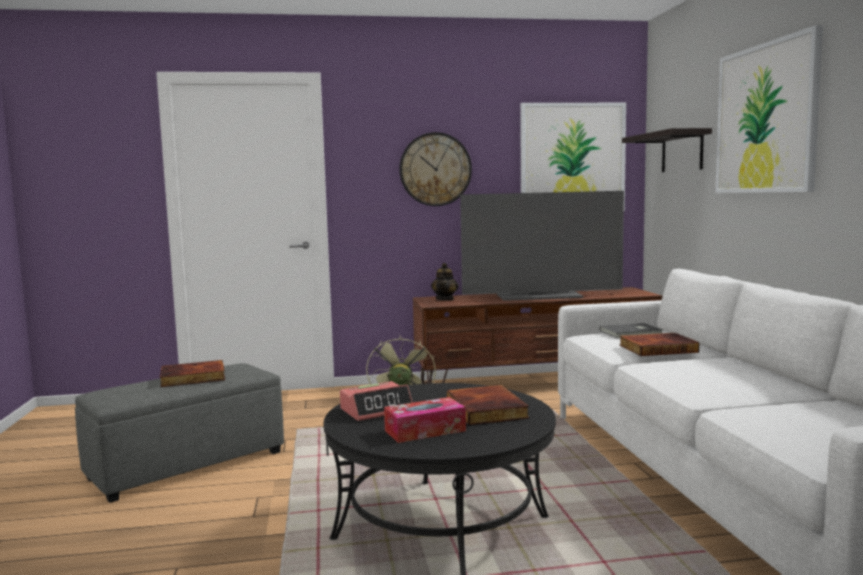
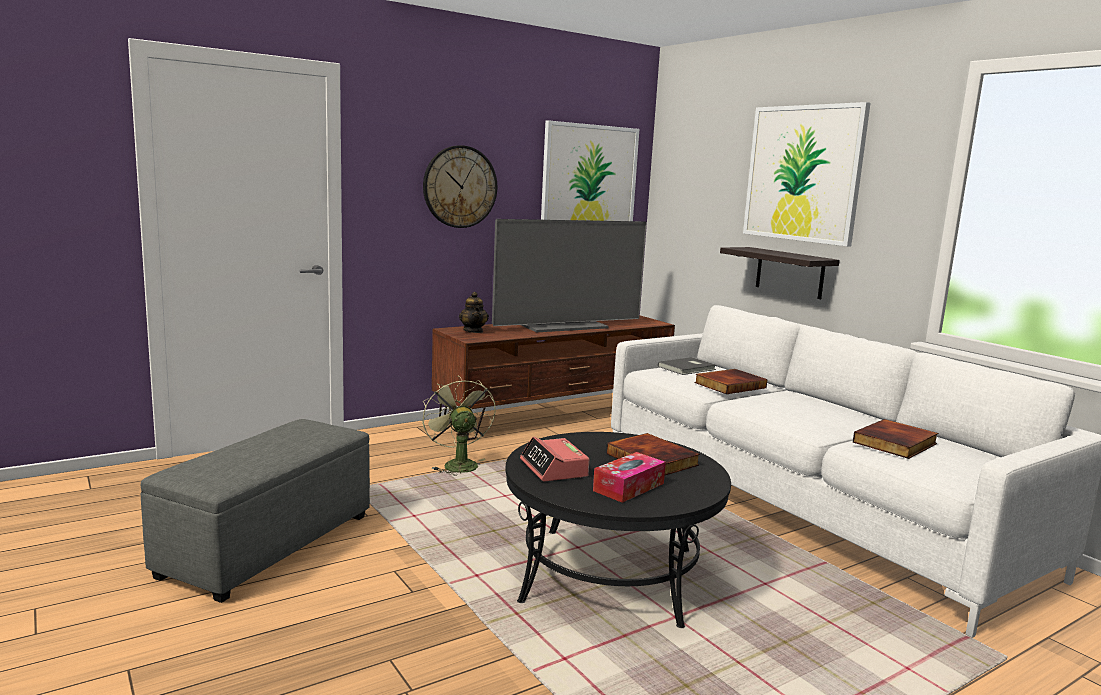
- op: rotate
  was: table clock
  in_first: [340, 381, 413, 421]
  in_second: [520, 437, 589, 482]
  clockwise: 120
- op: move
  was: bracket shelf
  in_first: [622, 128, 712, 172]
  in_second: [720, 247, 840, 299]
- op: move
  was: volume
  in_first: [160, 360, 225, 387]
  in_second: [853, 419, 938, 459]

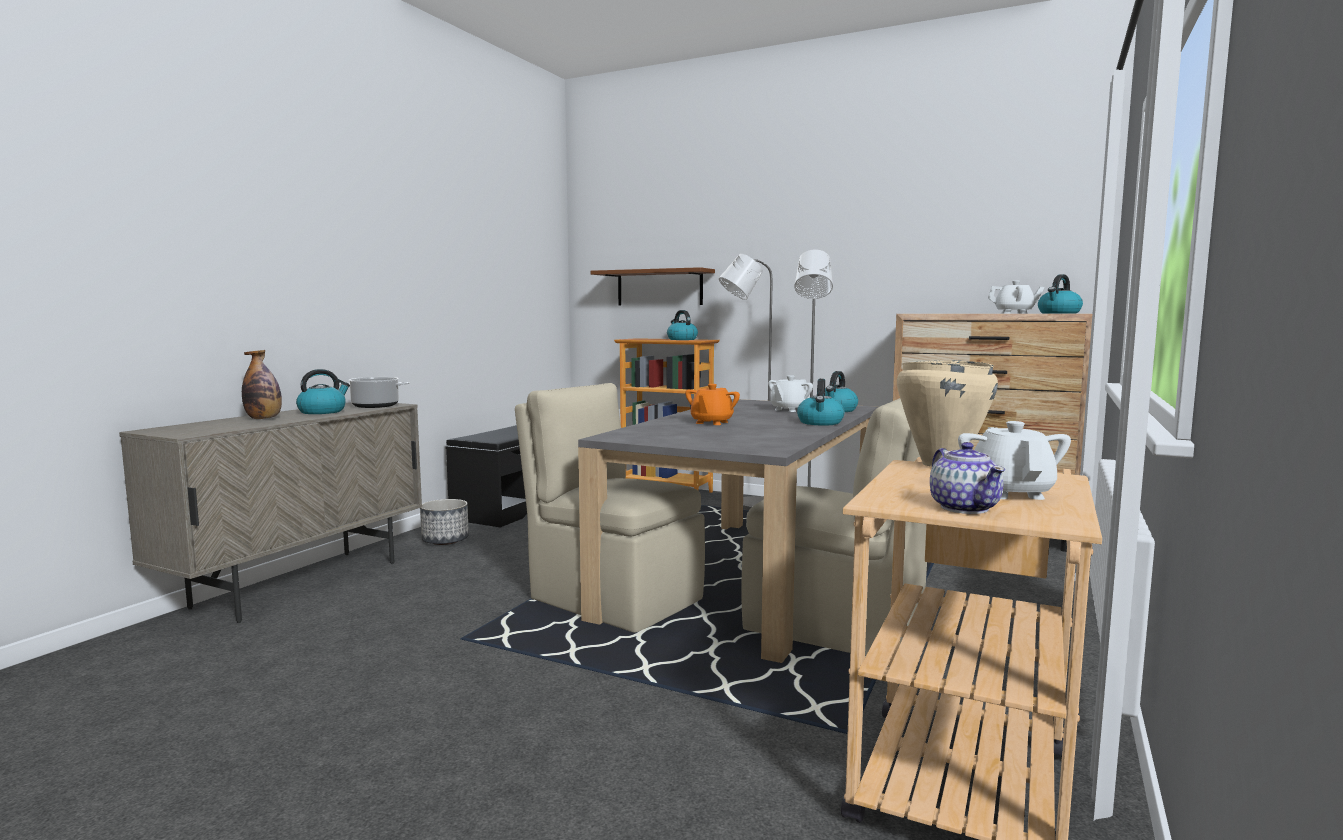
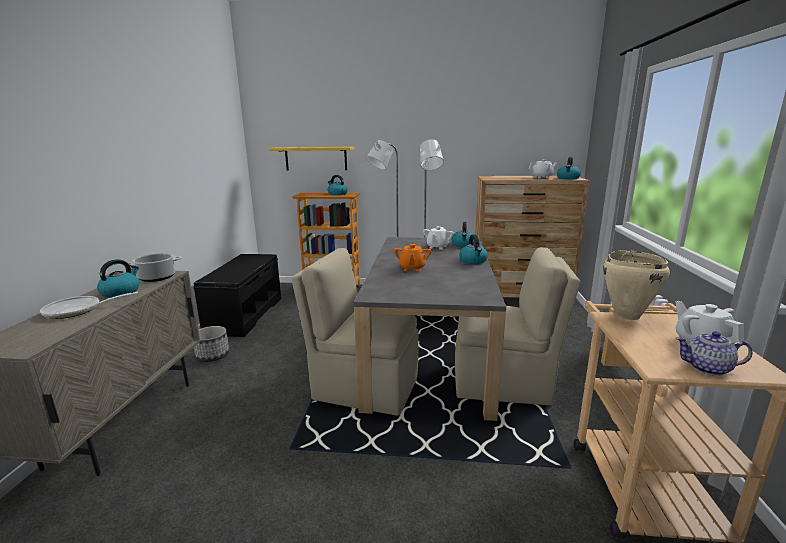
- op: replace
  was: bottle
  now: pan
  in_first: [242, 350, 282, 419]
  in_second: [40, 292, 138, 319]
- op: recolor
  was: brown-coloured bracket shelf
  now: yellow-coloured bracket shelf
  in_first: [591, 267, 715, 305]
  in_second: [268, 147, 355, 170]
- op: rotate
  was: tea pot
  in_first: [930, 442, 1005, 514]
  in_second: [676, 331, 753, 376]
  clockwise: 135

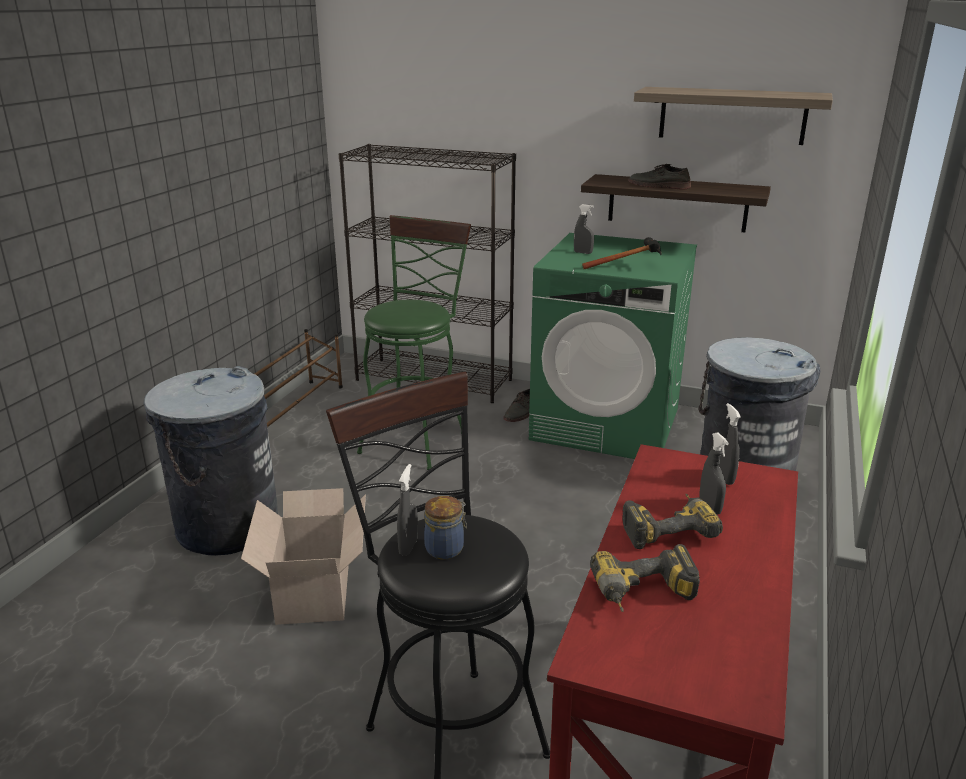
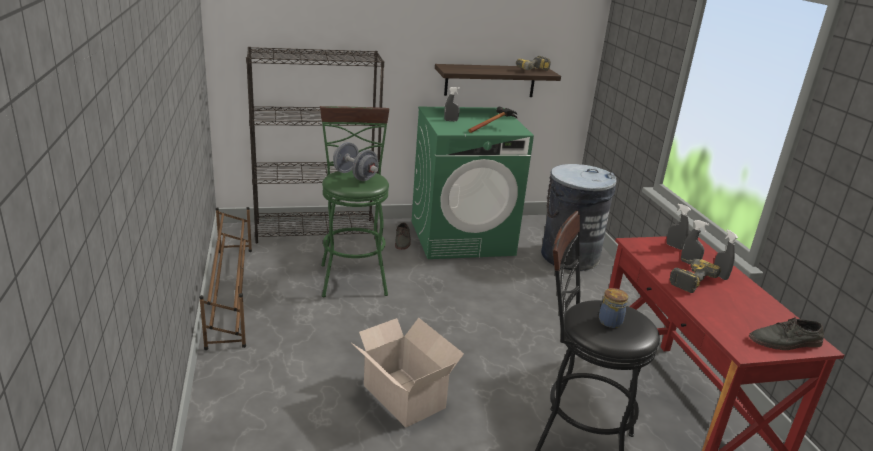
- op: insert
  now: grey hand weight
  in_second: [333, 142, 379, 181]
- op: move
  was: electric drill
  in_first: [590, 544, 700, 612]
  in_second: [516, 56, 551, 71]
- op: move
  was: grey hand sprayer
  in_first: [397, 464, 418, 556]
  in_second: [714, 229, 738, 280]
- op: move
  was: grey shoe
  in_first: [628, 164, 691, 190]
  in_second: [749, 316, 824, 350]
- op: delete
  was: grey rubbish bin
  in_first: [143, 366, 279, 556]
- op: delete
  was: bracket shelf
  in_first: [634, 87, 833, 145]

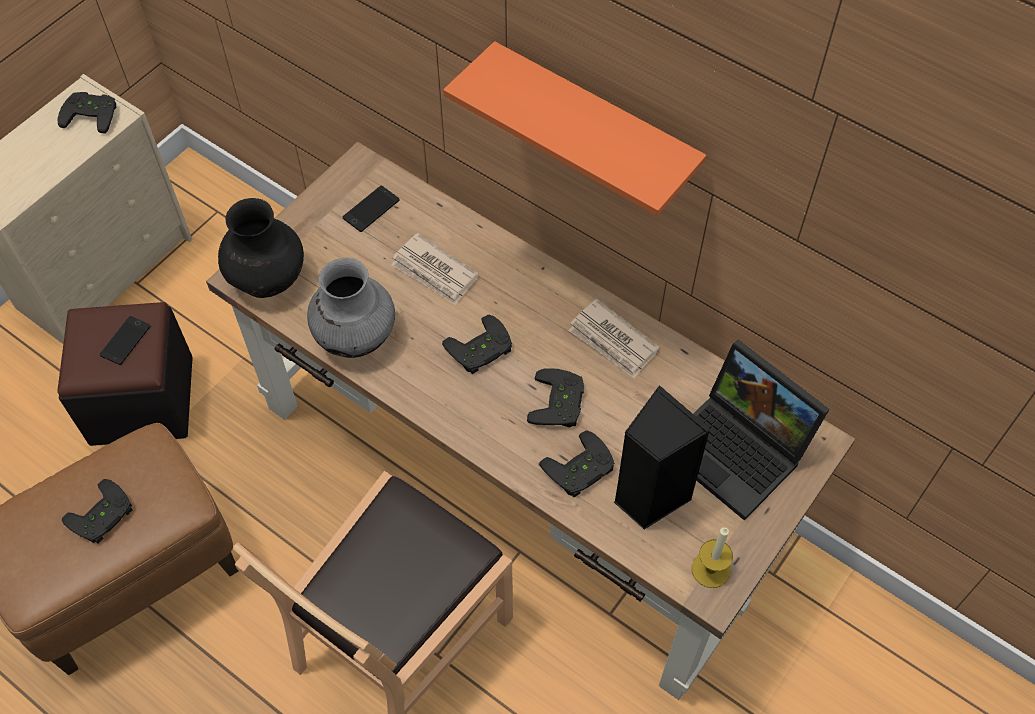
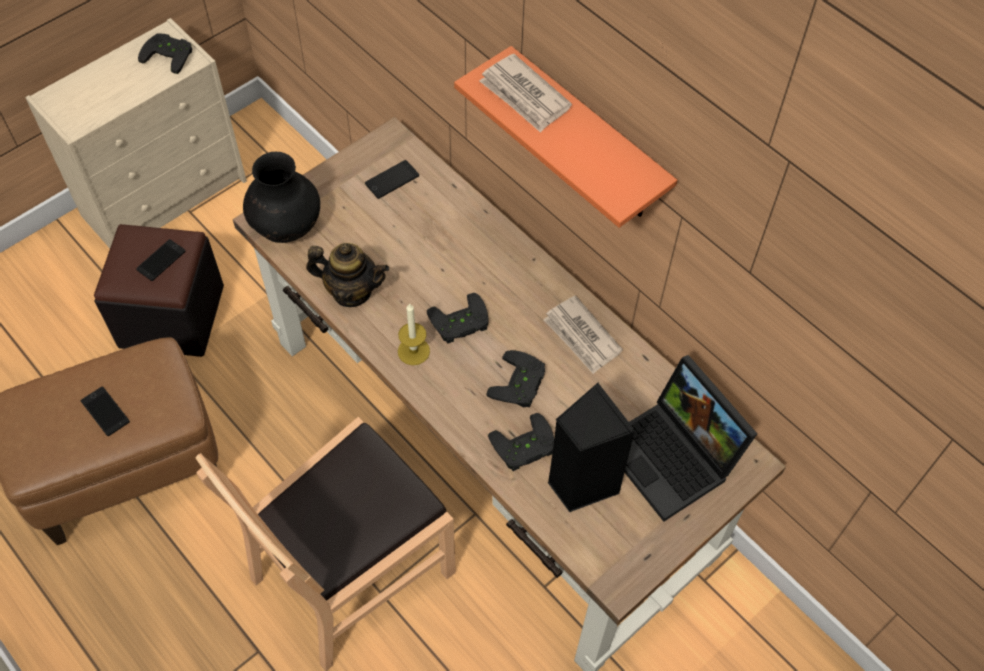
- op: replace
  was: blackish gamepad
  now: phone
  in_first: [62, 479, 133, 543]
  in_second: [81, 386, 130, 436]
- op: replace
  was: grey vase
  now: tea pot
  in_first: [307, 257, 395, 358]
  in_second: [306, 243, 389, 307]
- op: move
  was: wax candle
  in_first: [692, 527, 733, 588]
  in_second: [398, 303, 430, 365]
- op: move
  was: printed paper
  in_first: [391, 233, 479, 305]
  in_second: [479, 54, 572, 133]

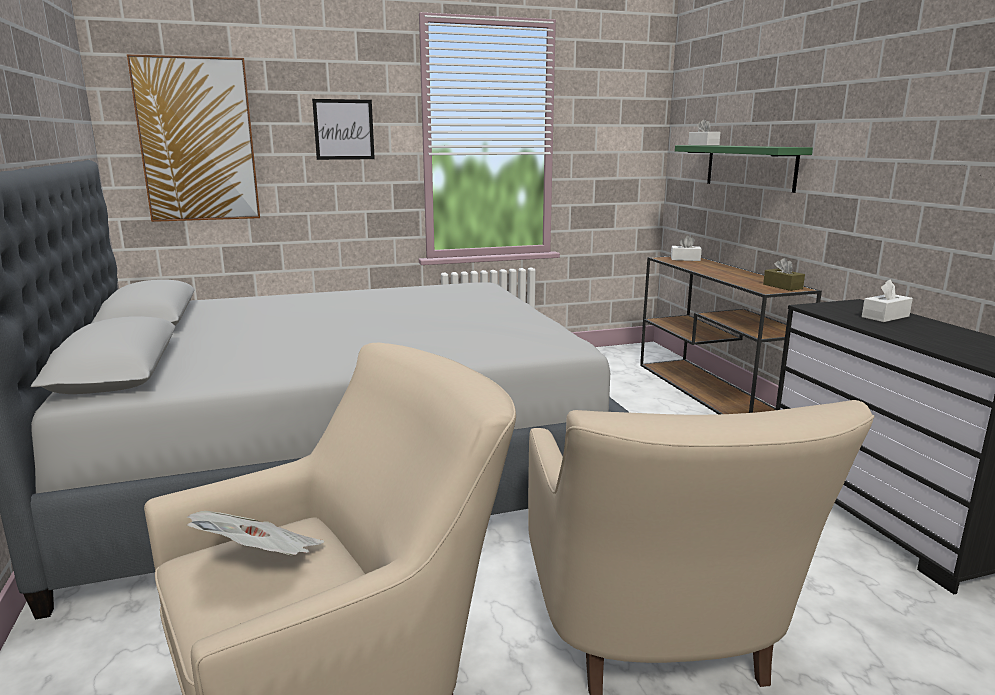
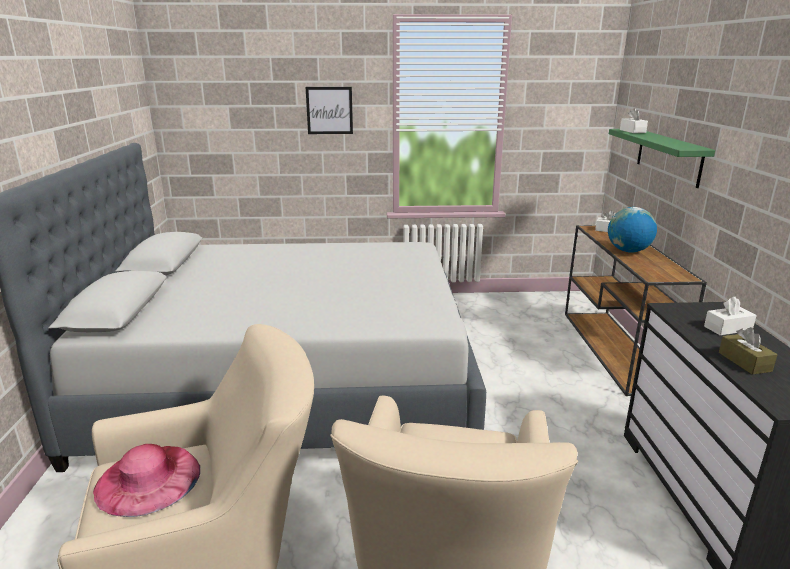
- op: replace
  was: printed paper
  now: pink-coloured wearable hat
  in_first: [187, 511, 325, 556]
  in_second: [93, 444, 200, 517]
- op: insert
  now: desk globe
  in_second: [608, 207, 657, 253]
- op: move
  was: brown-coloured tissue holder
  in_first: [763, 258, 805, 291]
  in_second: [719, 327, 778, 375]
- op: delete
  was: wall art
  in_first: [127, 54, 260, 222]

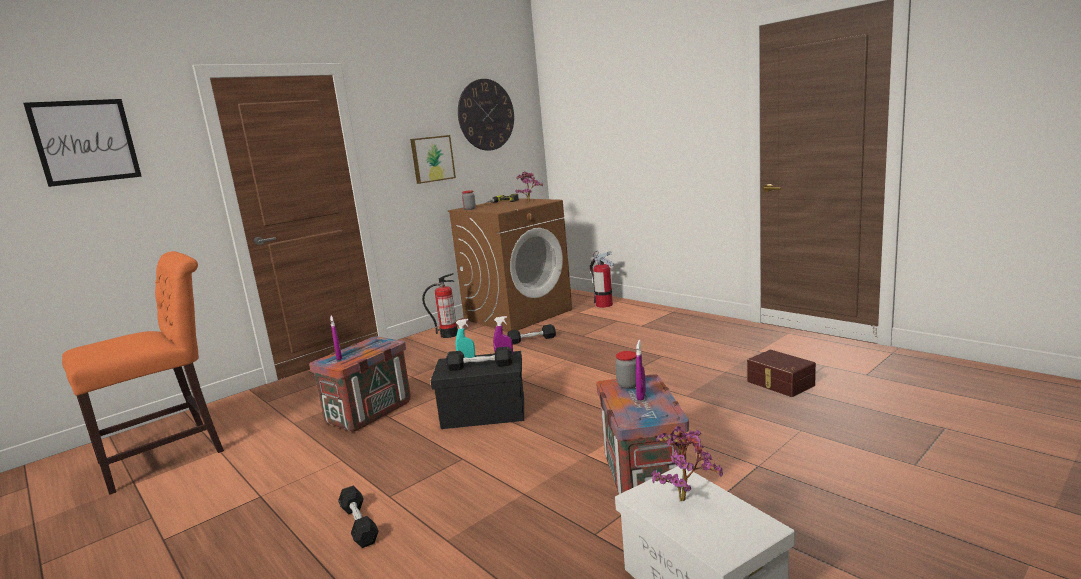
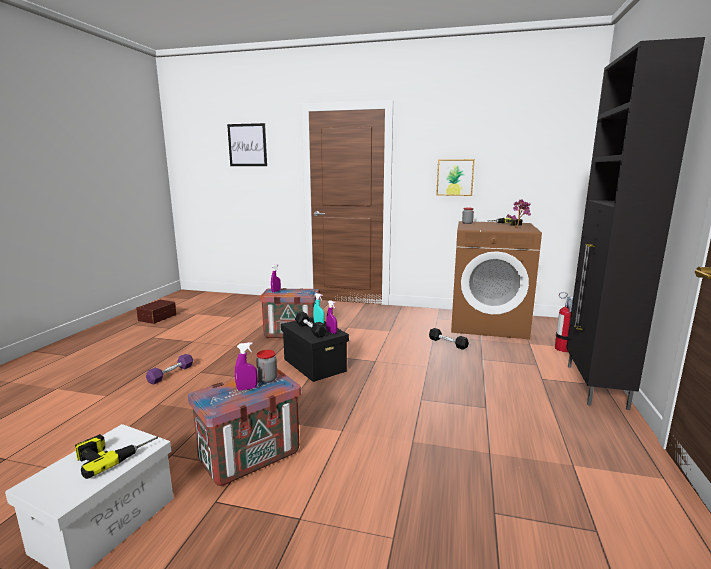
- op: replace
  was: houseplant
  now: electric drill
  in_first: [651, 426, 723, 501]
  in_second: [75, 434, 158, 479]
- op: move
  was: brown-coloured storage bin
  in_first: [747, 350, 816, 397]
  in_second: [136, 300, 177, 324]
- op: recolor
  was: blackish hand weight
  now: purple hand weight
  in_first: [338, 486, 379, 548]
  in_second: [146, 354, 193, 384]
- op: insert
  now: blackish cabinet
  in_second: [566, 37, 705, 410]
- op: delete
  was: orangey plain chair
  in_first: [62, 251, 224, 495]
- op: delete
  was: extinguisher
  in_first: [422, 273, 458, 338]
- op: delete
  was: clock on the wall
  in_first: [458, 79, 514, 151]

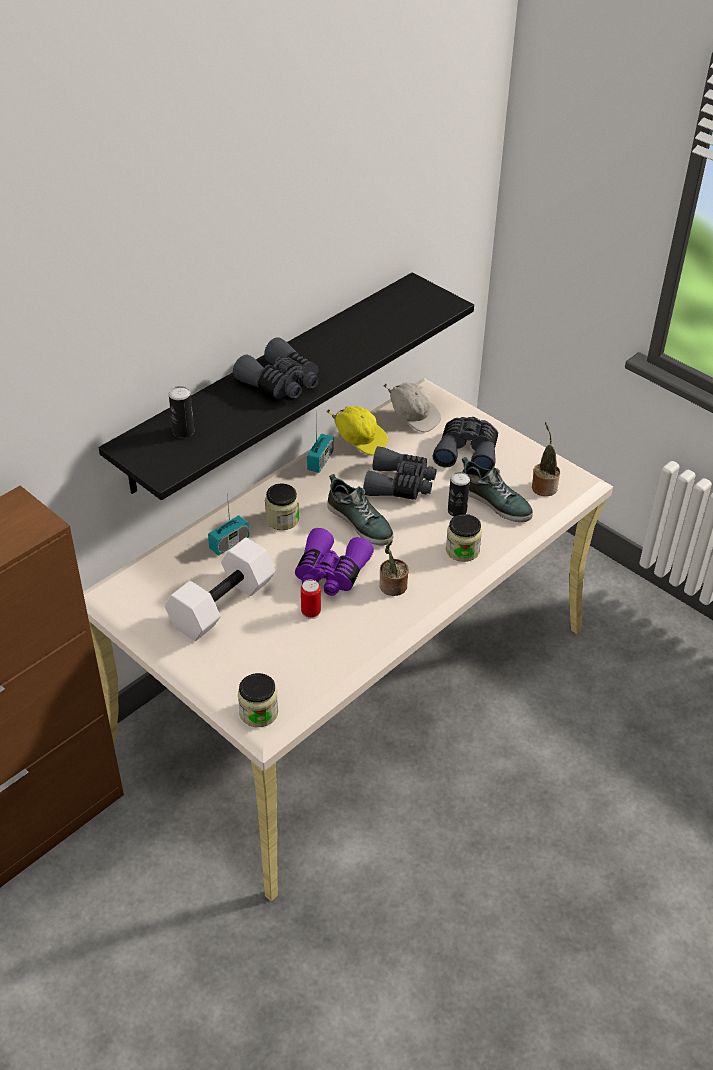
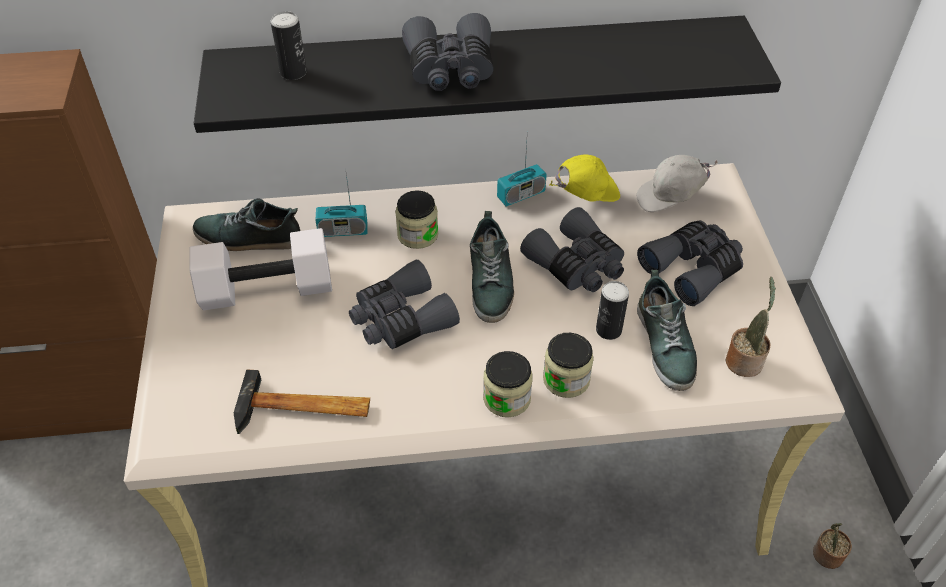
- op: insert
  now: shoe
  in_second: [193, 198, 300, 251]
- op: insert
  now: hand hammer
  in_second: [234, 369, 370, 434]
- op: recolor
  was: purple field glasses
  now: grey field glasses
  in_first: [295, 528, 374, 596]
  in_second: [349, 260, 460, 349]
- op: move
  was: jar
  in_first: [238, 673, 278, 727]
  in_second: [483, 351, 533, 417]
- op: rotate
  was: yellow-coloured cap
  in_first: [326, 406, 388, 455]
  in_second: [549, 154, 620, 202]
  clockwise: -90
- op: rotate
  was: white cap
  in_first: [383, 382, 441, 432]
  in_second: [636, 155, 718, 212]
  clockwise: 90
- op: move
  was: houseplant
  in_first: [379, 540, 409, 596]
  in_second: [813, 523, 852, 569]
- op: delete
  was: sealed can
  in_first: [301, 580, 321, 619]

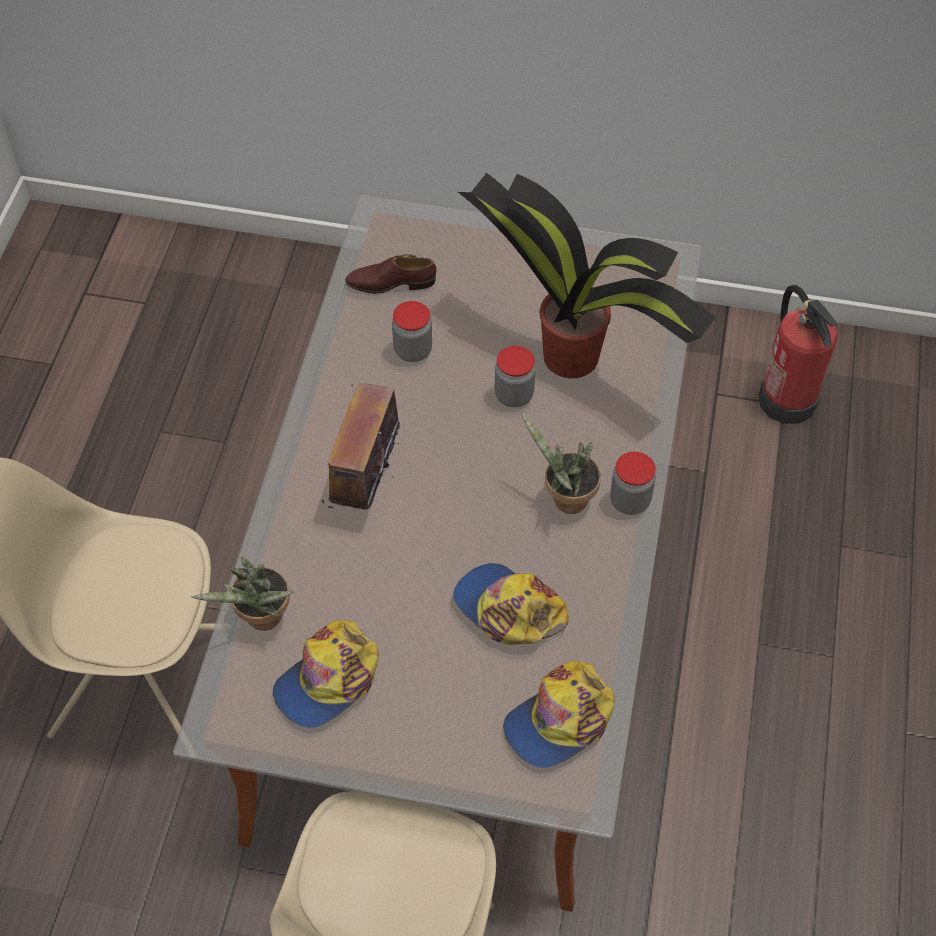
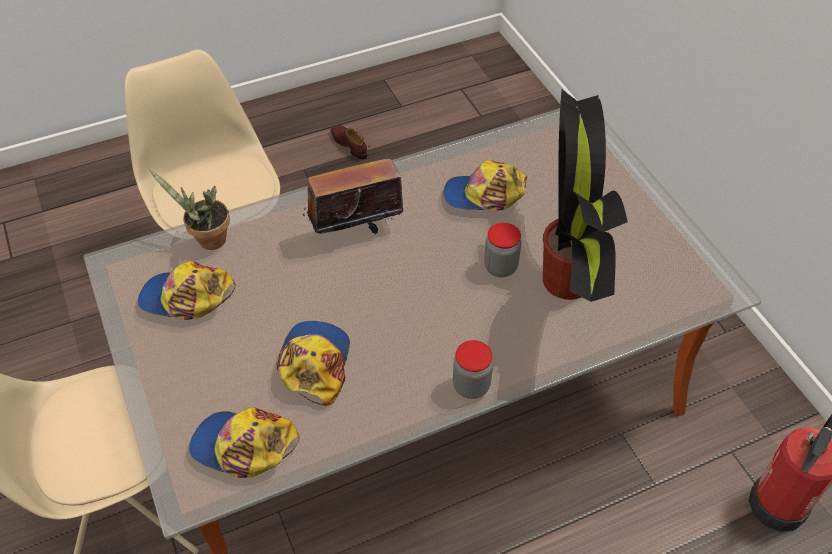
- op: move
  was: brown-coloured shoe
  in_first: [345, 254, 437, 294]
  in_second: [331, 125, 367, 160]
- op: replace
  was: jar
  now: cap
  in_first: [392, 301, 432, 362]
  in_second: [444, 160, 527, 211]
- op: delete
  was: houseplant
  in_first: [521, 412, 601, 514]

